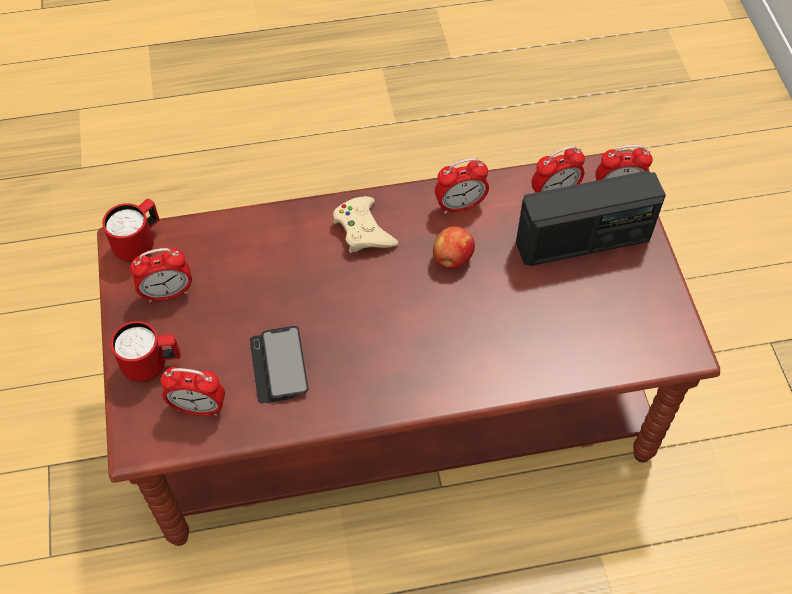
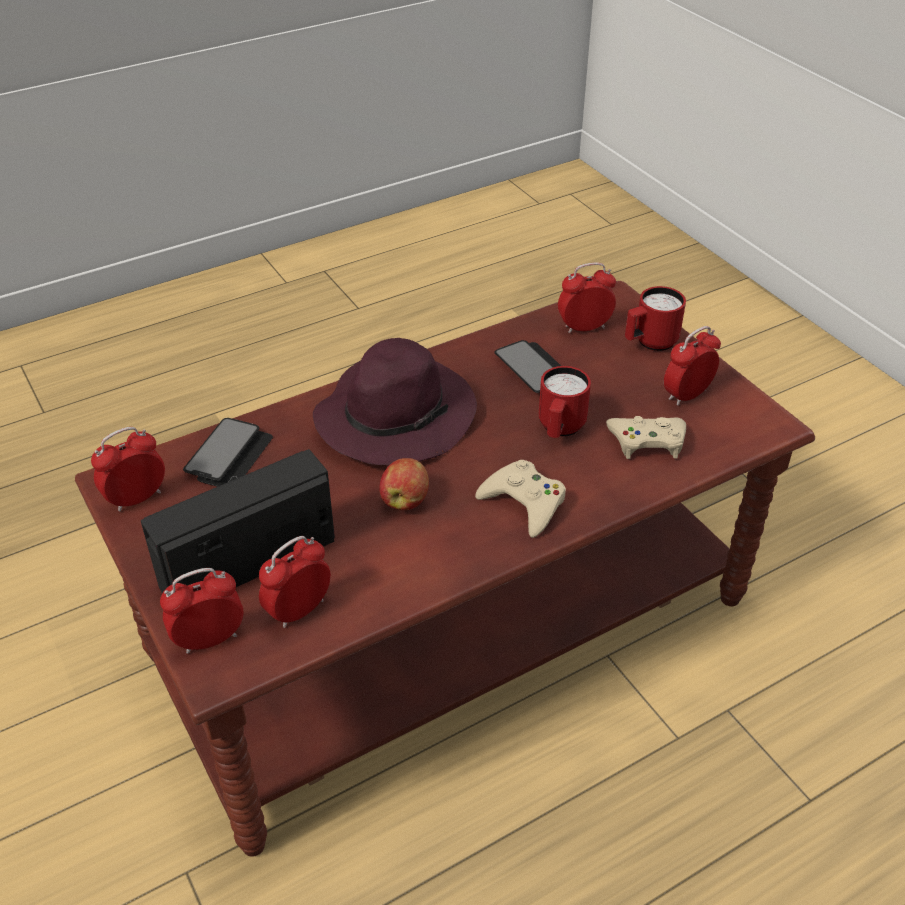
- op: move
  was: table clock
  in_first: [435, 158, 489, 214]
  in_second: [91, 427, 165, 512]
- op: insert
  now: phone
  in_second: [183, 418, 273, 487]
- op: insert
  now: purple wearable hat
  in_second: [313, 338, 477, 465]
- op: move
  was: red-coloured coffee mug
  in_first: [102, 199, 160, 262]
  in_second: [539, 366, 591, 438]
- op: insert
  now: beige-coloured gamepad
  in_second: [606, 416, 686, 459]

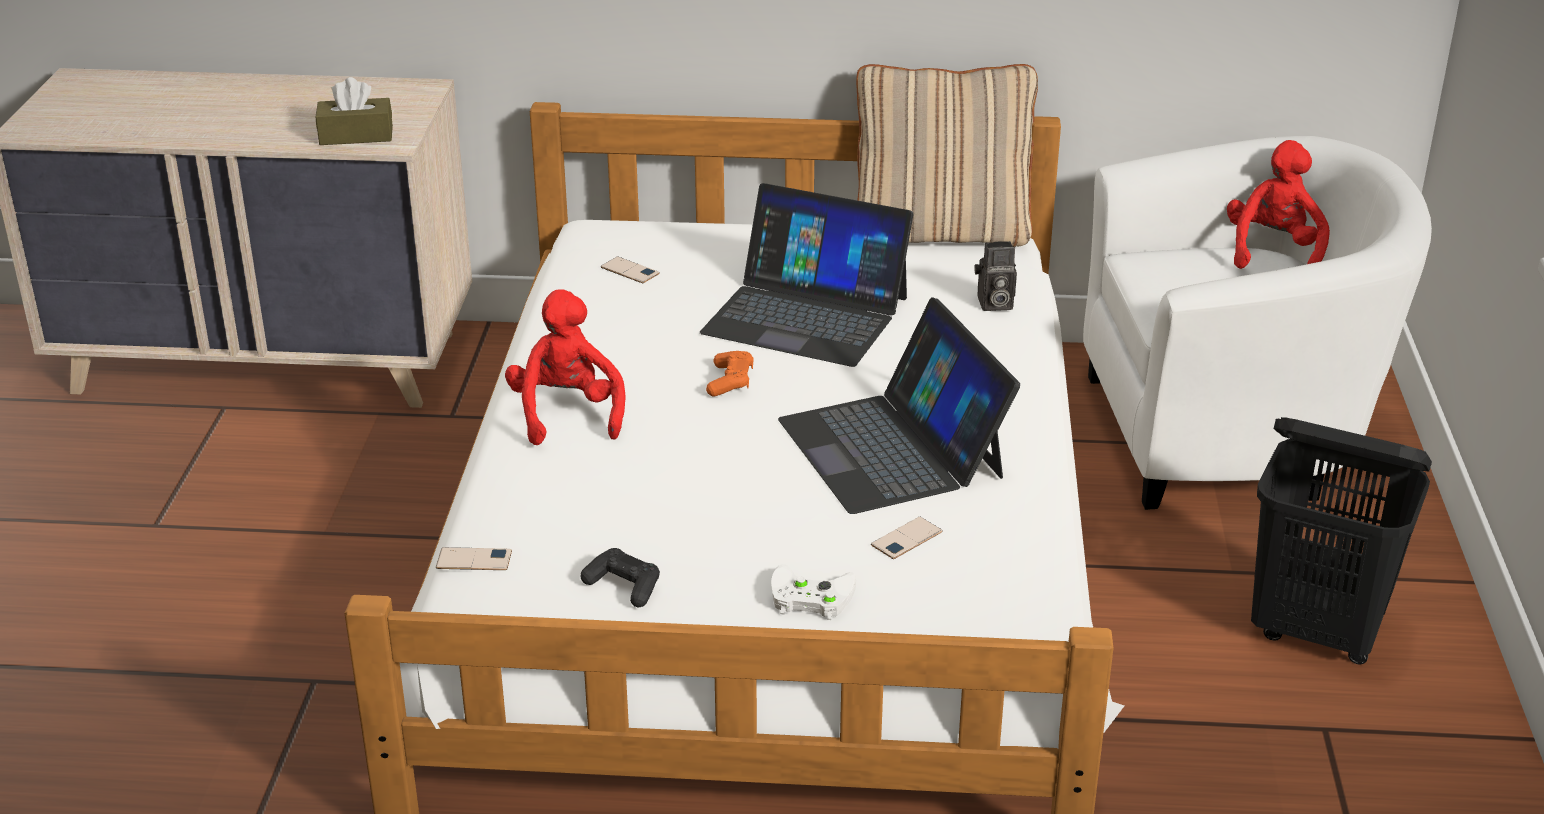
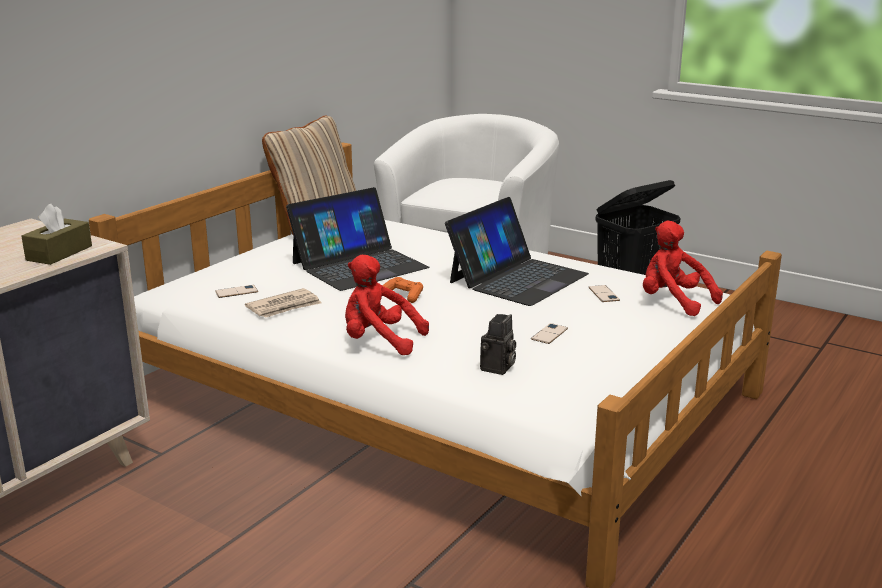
- op: insert
  now: printed paper
  in_second: [245, 288, 322, 318]
- op: rotate
  was: portable computer
  in_first: [778, 297, 1020, 514]
  in_second: [445, 197, 589, 306]
  clockwise: -60
- op: move
  was: photo camera
  in_first: [975, 241, 1017, 311]
  in_second: [480, 314, 516, 375]
- op: move
  was: phone
  in_first: [436, 547, 512, 570]
  in_second: [531, 323, 568, 344]
- op: move
  was: red-coloured soft toy
  in_first: [1227, 140, 1330, 269]
  in_second: [643, 221, 723, 316]
- op: delete
  was: blackish gamepad
  in_first: [580, 548, 660, 607]
- op: delete
  was: white gamepad
  in_first: [771, 564, 856, 620]

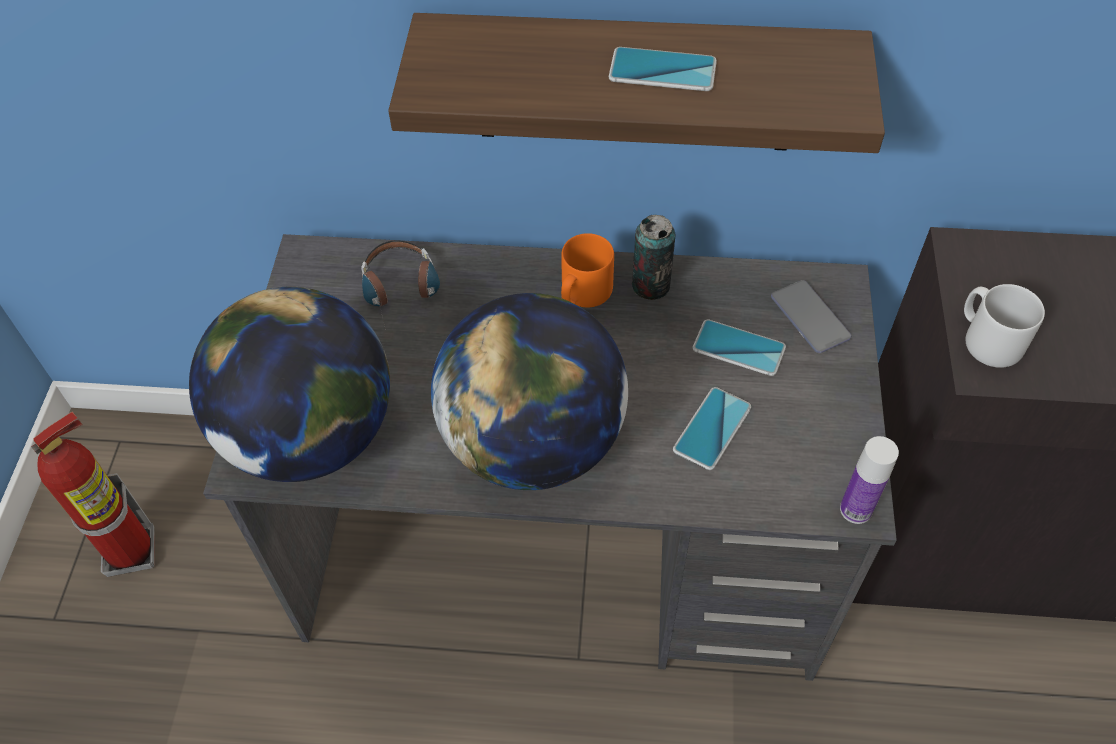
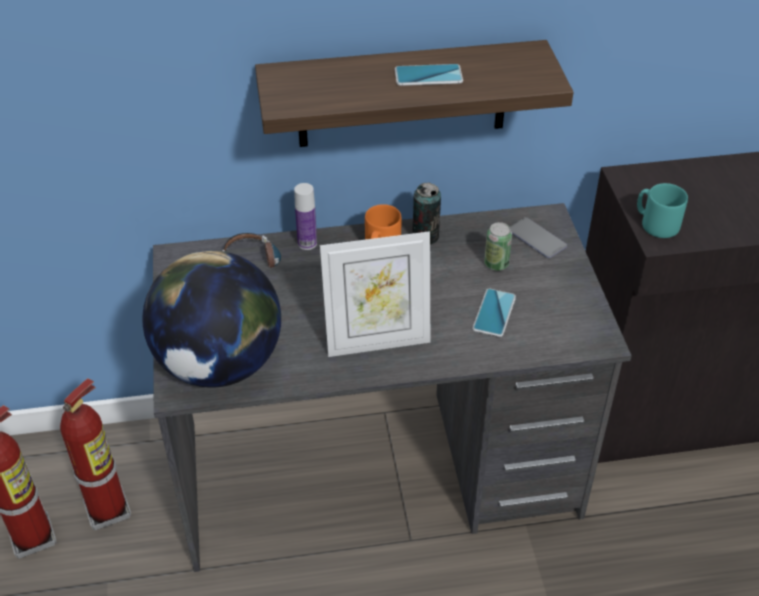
- op: insert
  now: extinguisher
  in_second: [60, 378, 131, 530]
- op: move
  was: bottle
  in_first: [840, 436, 899, 524]
  in_second: [294, 183, 317, 250]
- op: replace
  was: desk globe
  now: photo frame
  in_first: [431, 293, 628, 490]
  in_second: [320, 231, 430, 357]
- op: replace
  was: phone
  now: sealed can
  in_first: [693, 319, 786, 376]
  in_second: [484, 222, 512, 271]
- op: recolor
  was: grey coffee mug
  now: turquoise-coloured coffee mug
  in_first: [964, 284, 1045, 368]
  in_second: [637, 183, 688, 238]

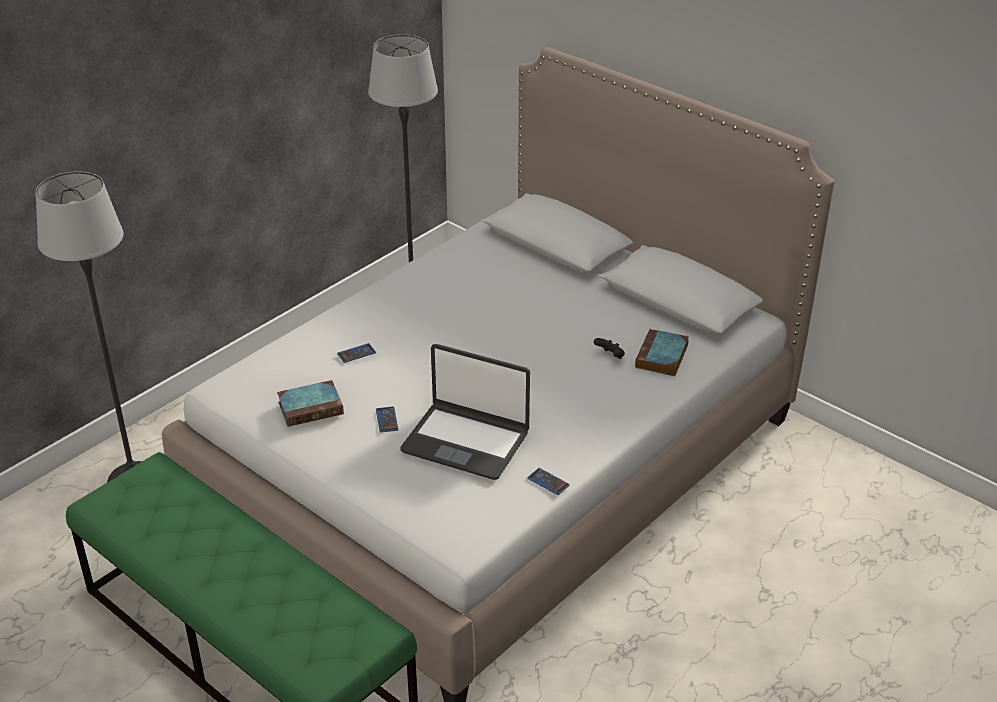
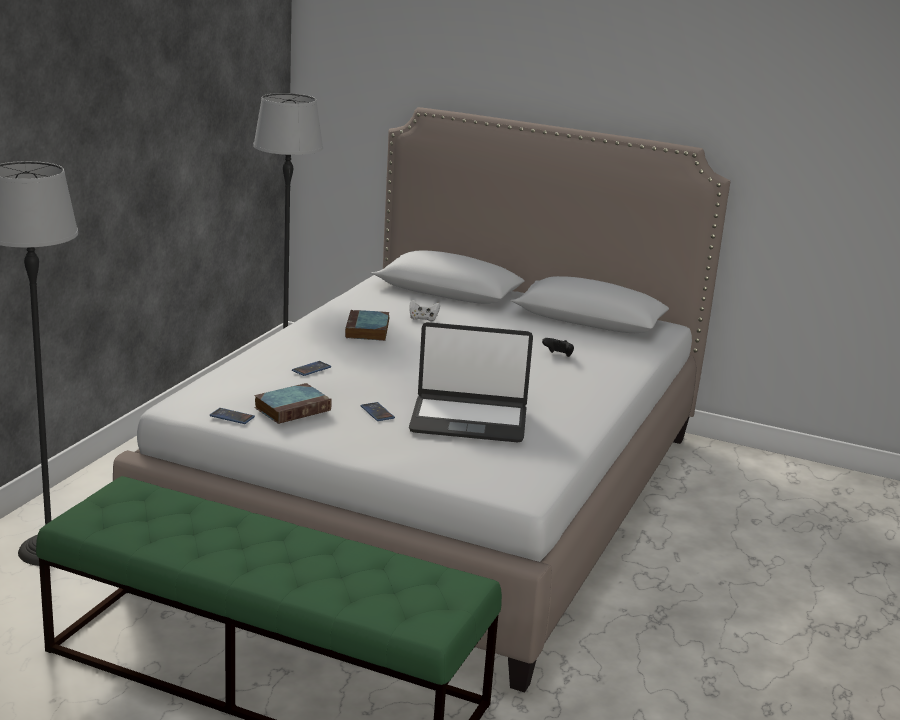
- op: move
  was: phone
  in_first: [527, 468, 570, 495]
  in_second: [210, 408, 255, 424]
- op: move
  was: volume
  in_first: [635, 329, 689, 376]
  in_second: [345, 310, 390, 341]
- op: insert
  now: white gamepad
  in_second: [409, 300, 440, 321]

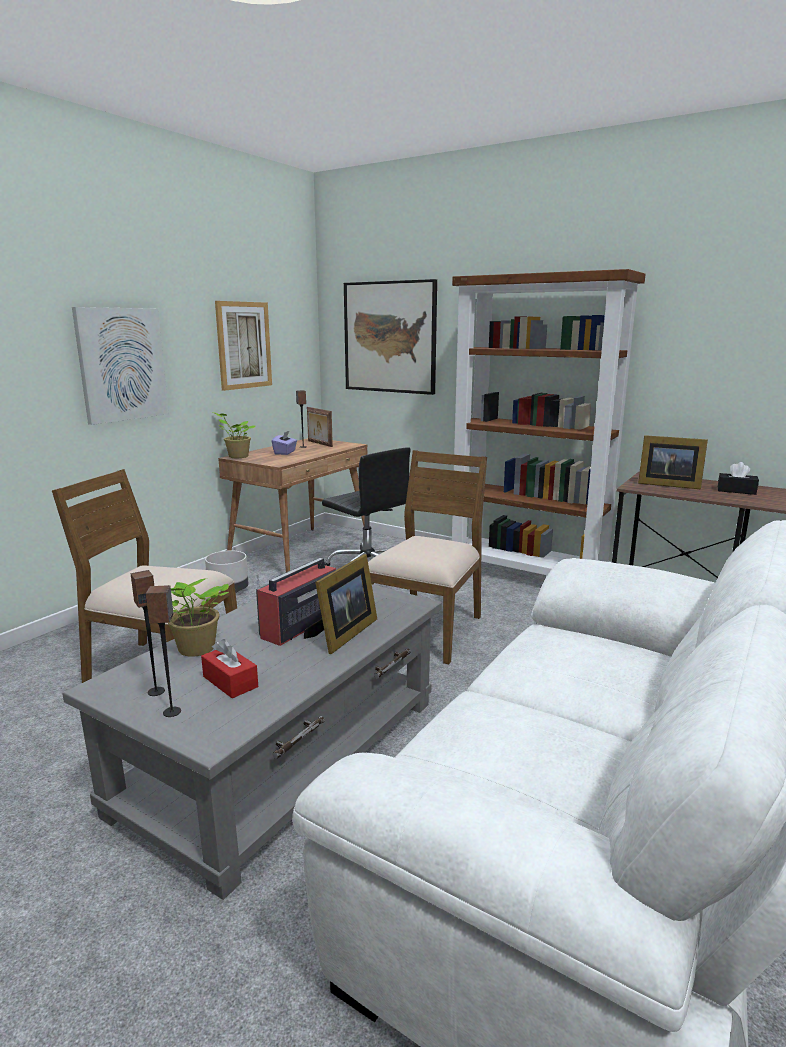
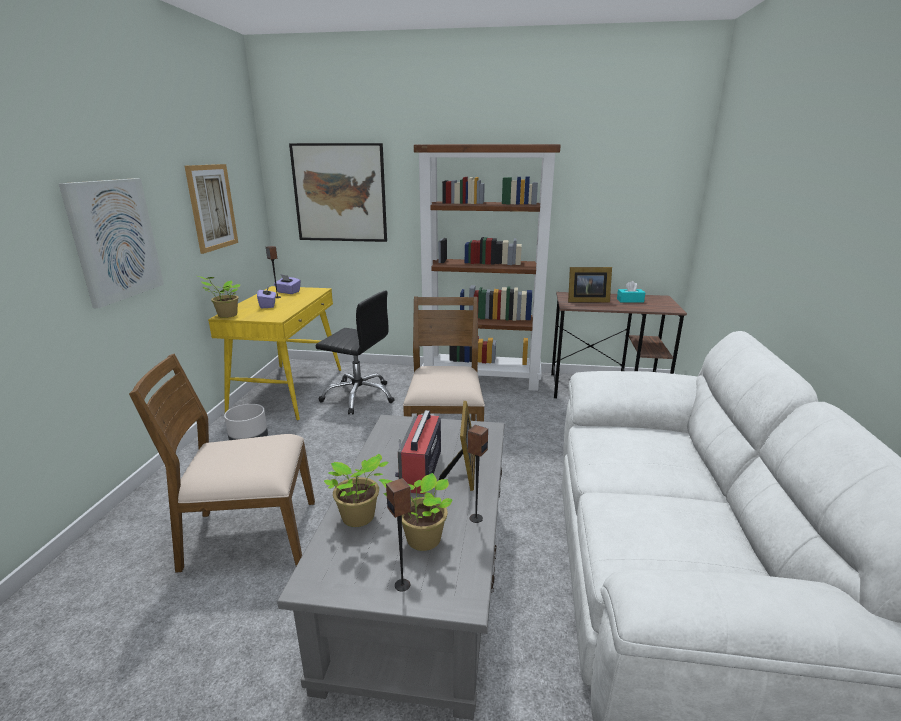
- op: recolor
  was: brown-coloured desk unit
  now: yellow-coloured desk unit
  in_first: [218, 438, 367, 572]
  in_second: [208, 286, 341, 420]
- op: replace
  was: photo frame
  now: purple tissue holder
  in_first: [307, 407, 333, 447]
  in_second: [274, 275, 301, 294]
- op: replace
  was: red-coloured tissue holder
  now: houseplant
  in_first: [201, 639, 258, 698]
  in_second: [379, 473, 453, 551]
- op: move
  was: loudspeaker
  in_first: [131, 570, 165, 696]
  in_second: [467, 425, 488, 523]
- op: recolor
  was: blackish tissue holder
  now: turquoise-coloured tissue holder
  in_first: [718, 462, 759, 495]
  in_second: [617, 281, 645, 302]

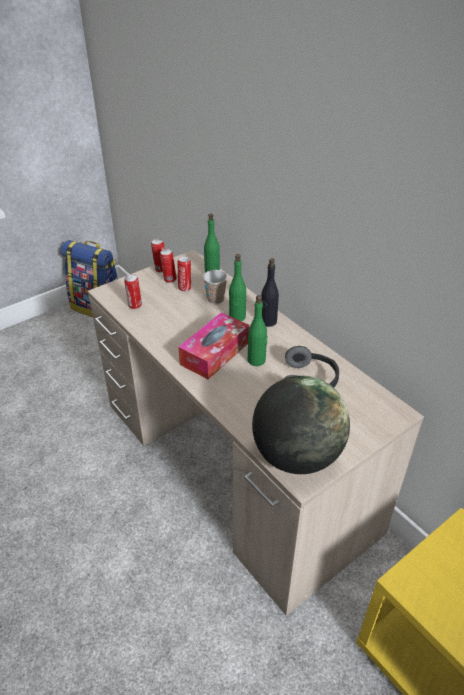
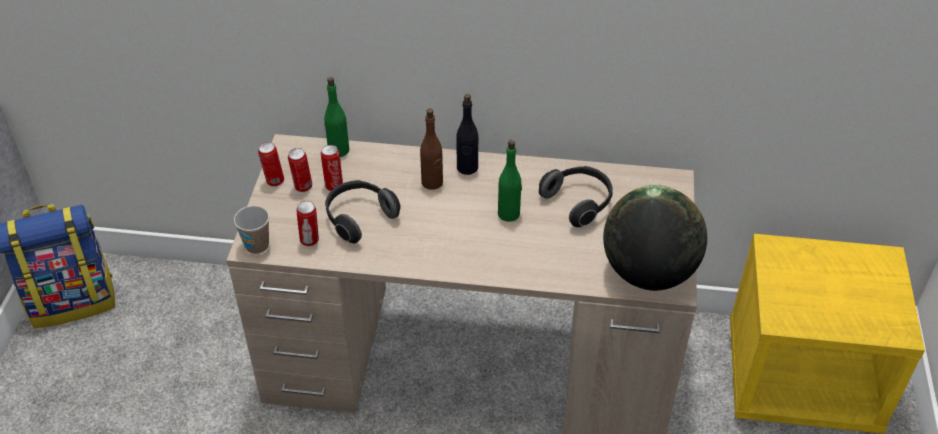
- op: move
  was: cup
  in_first: [203, 270, 228, 304]
  in_second: [234, 206, 269, 254]
- op: insert
  now: headset
  in_second: [325, 180, 401, 243]
- op: recolor
  was: green-coloured bottle
  now: brown-coloured bottle
  in_first: [229, 254, 246, 321]
  in_second: [420, 109, 443, 190]
- op: delete
  was: tissue holder
  in_first: [178, 312, 250, 380]

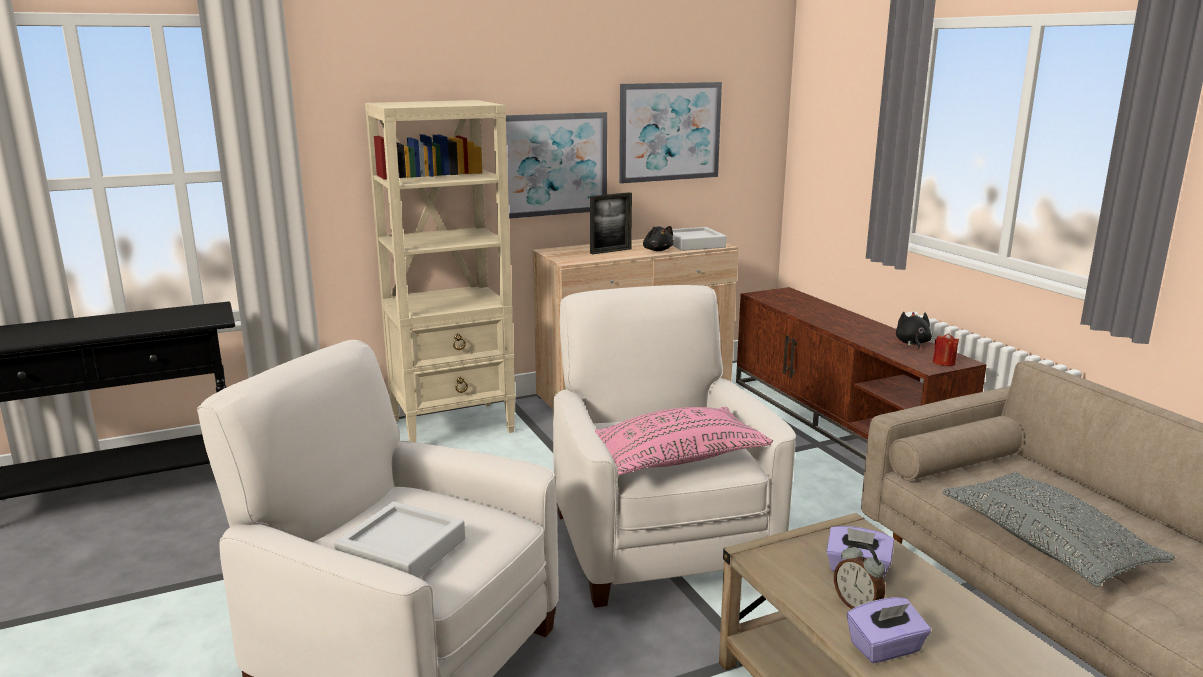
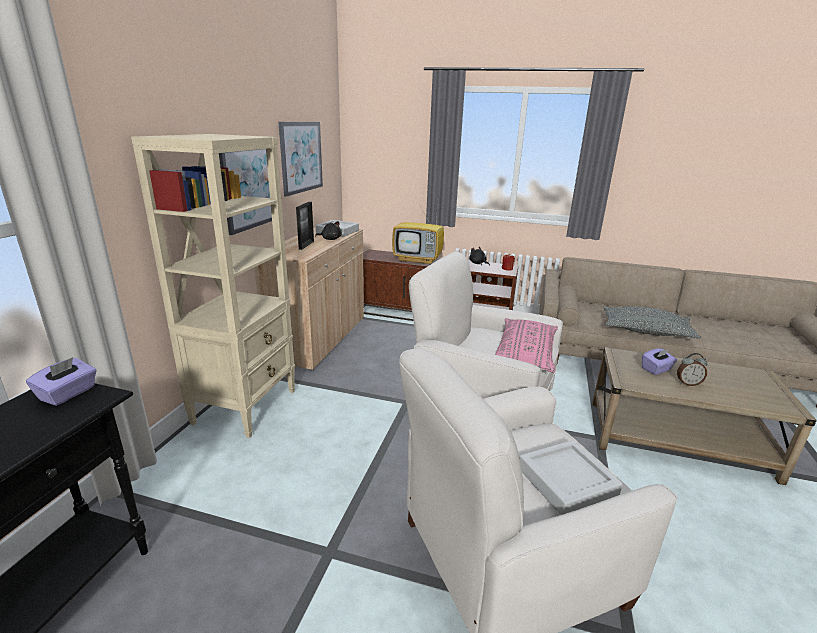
- op: move
  was: purple tissue holder
  in_first: [847, 597, 931, 663]
  in_second: [26, 357, 97, 406]
- op: insert
  now: television
  in_second: [392, 201, 444, 265]

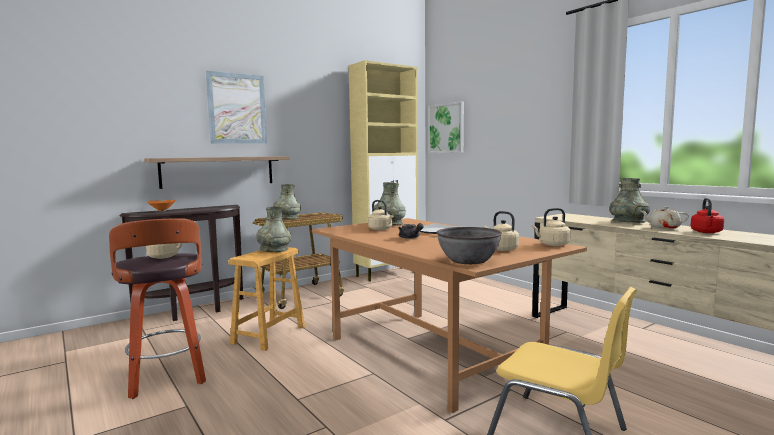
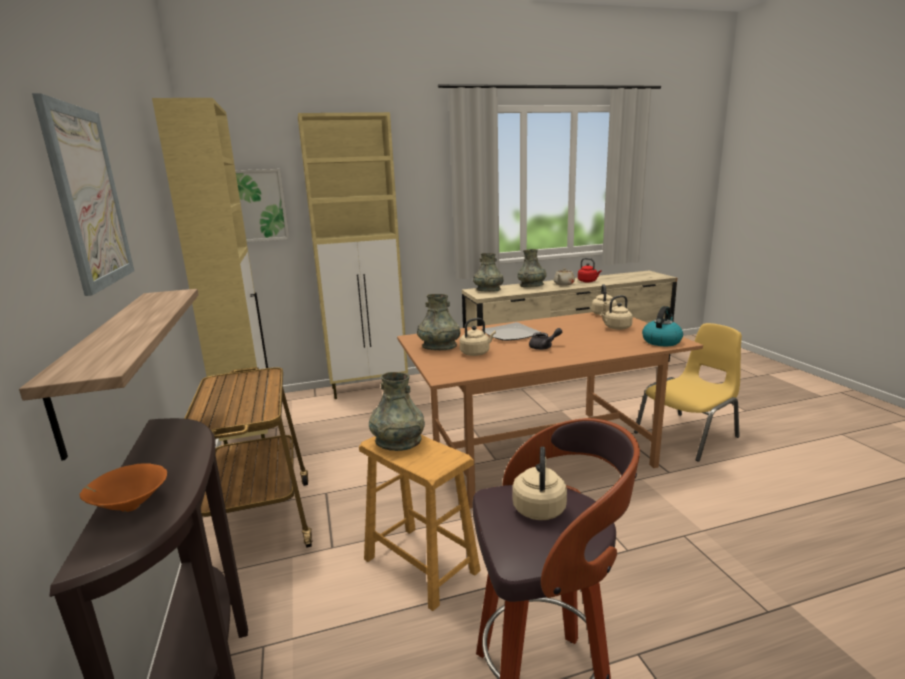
- op: insert
  now: beige-coloured cabinet
  in_second: [298, 112, 408, 399]
- op: move
  was: grey vase
  in_first: [273, 184, 301, 220]
  in_second: [473, 253, 504, 292]
- op: replace
  was: grey deep dish
  now: kettle
  in_first: [436, 227, 502, 264]
  in_second: [642, 306, 683, 346]

